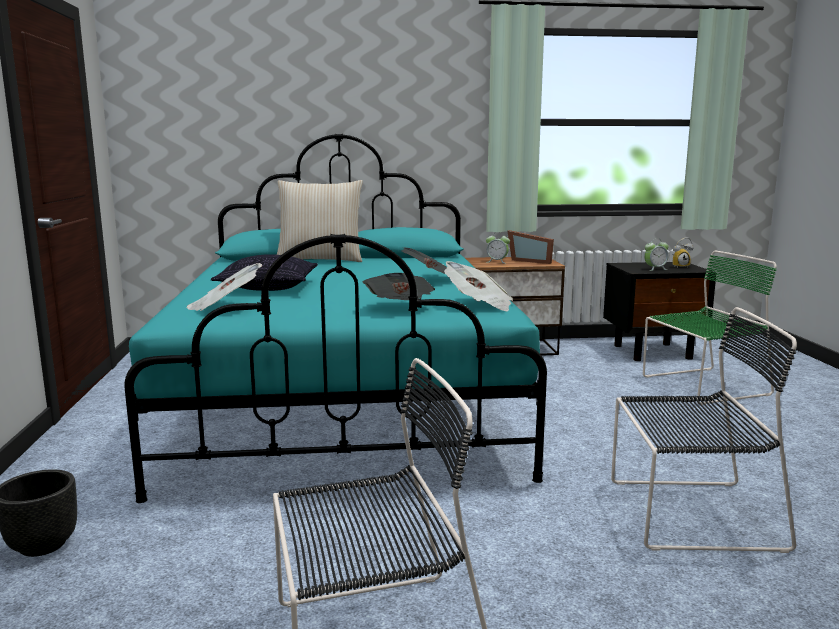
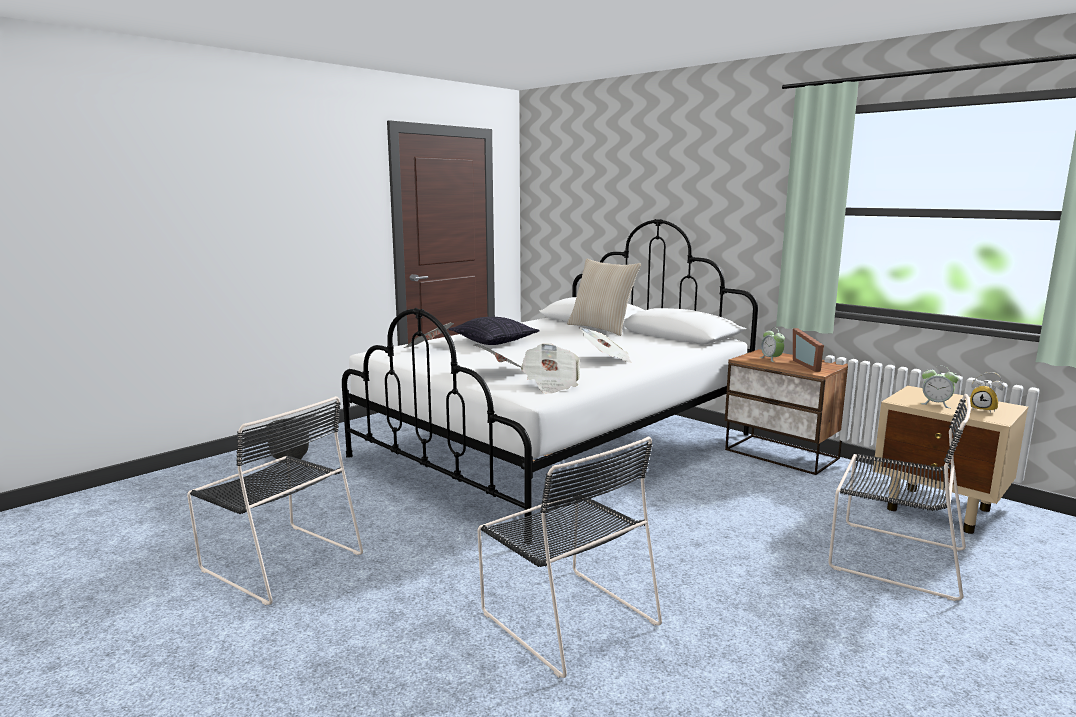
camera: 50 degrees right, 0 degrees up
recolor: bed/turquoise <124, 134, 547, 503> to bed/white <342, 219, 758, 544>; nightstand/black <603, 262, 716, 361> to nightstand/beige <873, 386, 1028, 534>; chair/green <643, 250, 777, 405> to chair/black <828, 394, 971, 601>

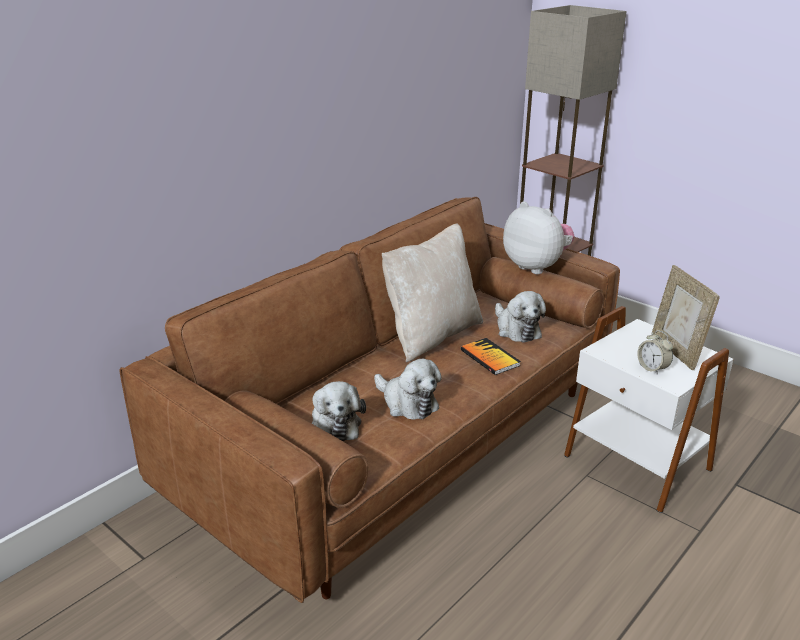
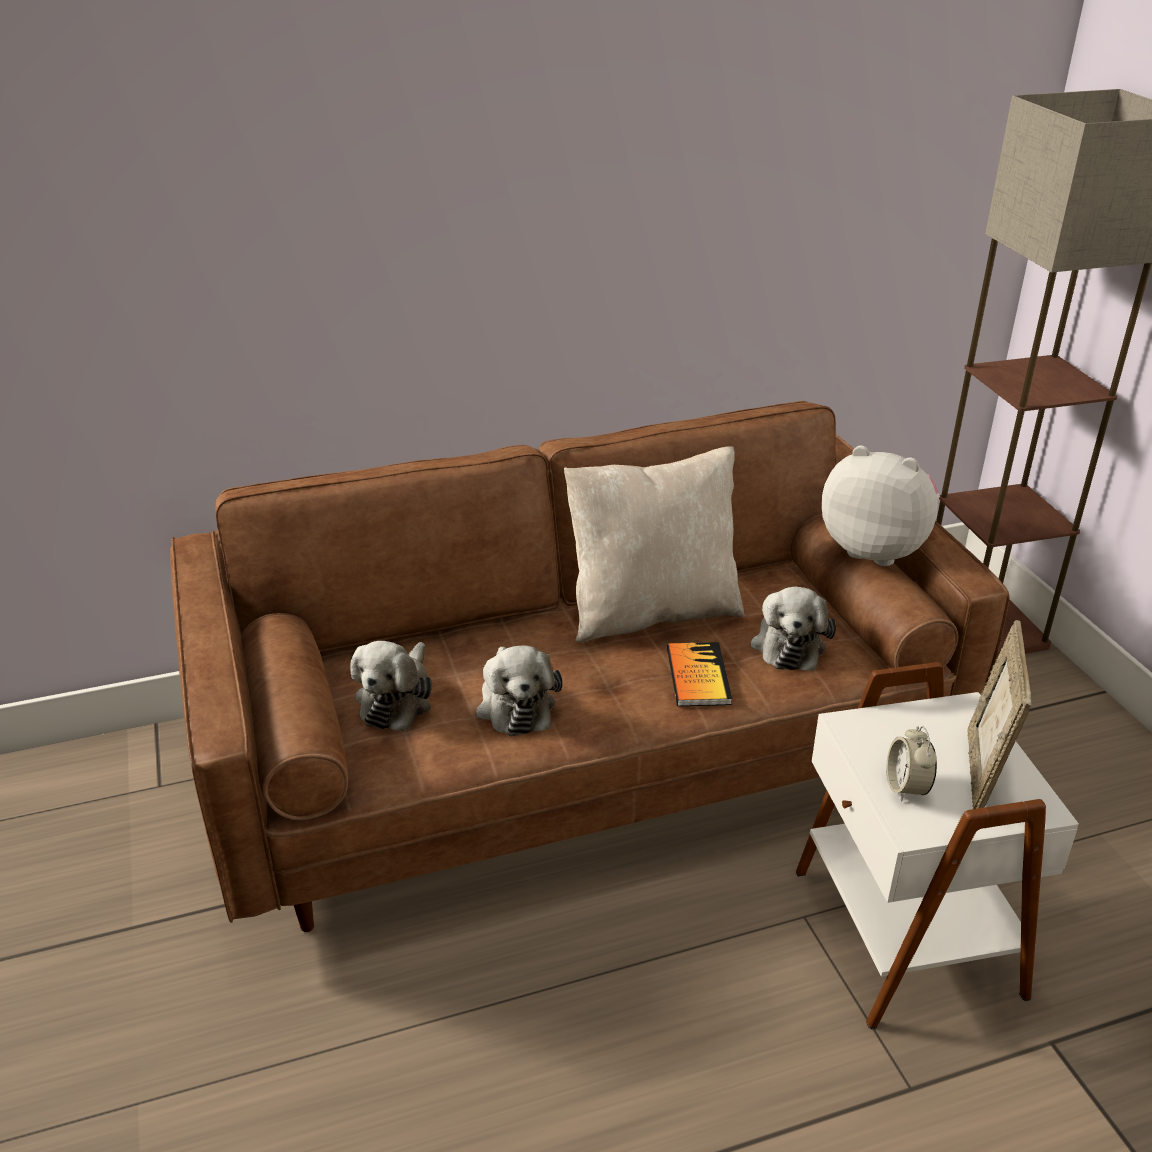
camera: 30 degrees right, 5 degrees up
rotate: plush toy <503, 201, 575, 274> = <822, 445, 940, 566> 45 degrees counterclockwise

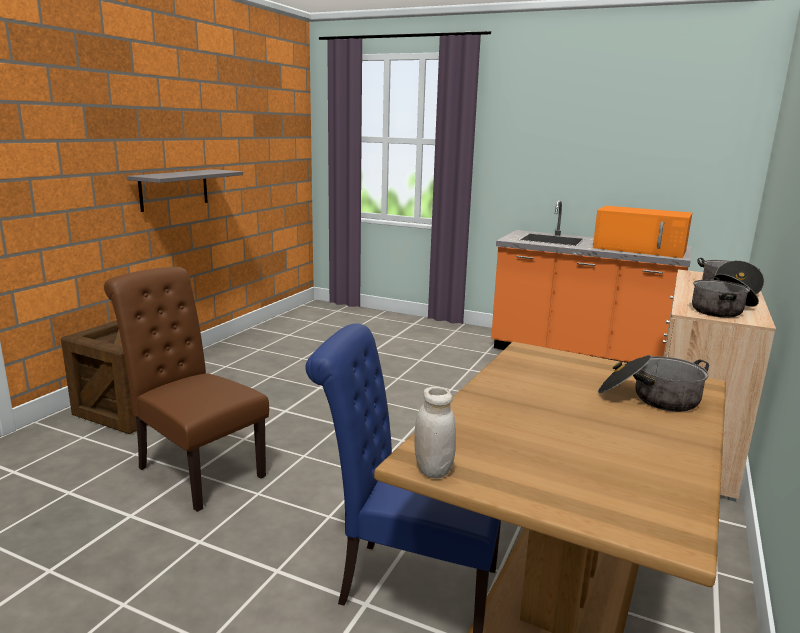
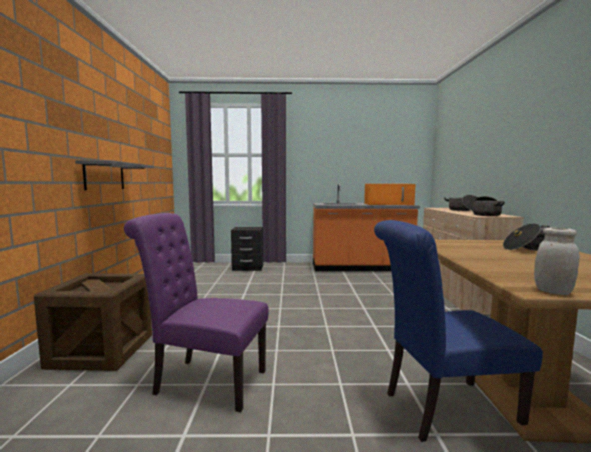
camera: 25 degrees left, 10 degrees down
insert: nightstand/black <231, 227, 263, 271>
recolor: chair/brown <104, 267, 269, 512> to chair/purple <124, 213, 269, 412>

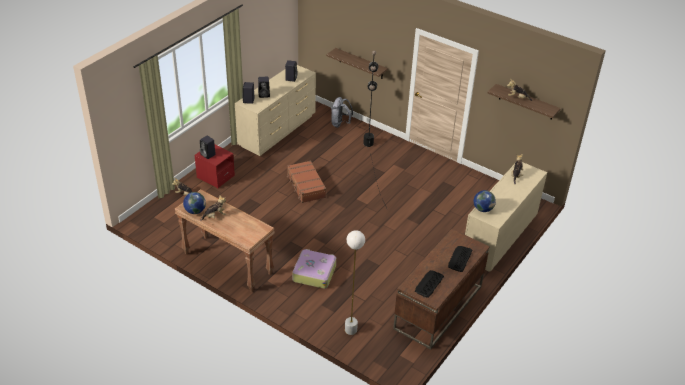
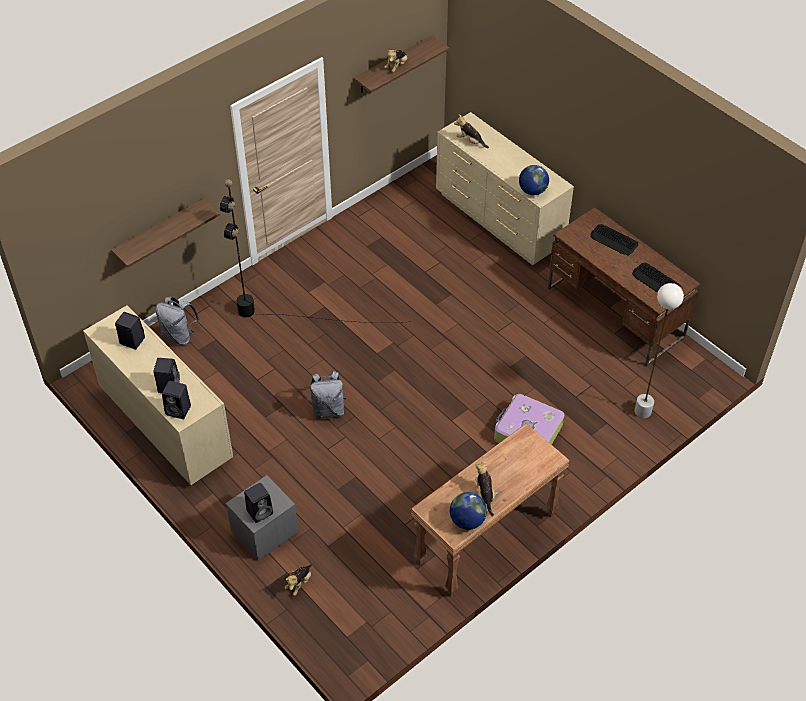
camera: 75 degrees left, 10 degrees up
replace: suitcase/brown <287, 160, 326, 203> to backpack/grey <309, 371, 346, 419>
recolor: nightstand/red <194, 145, 235, 188> to nightstand/grey <226, 475, 298, 560>

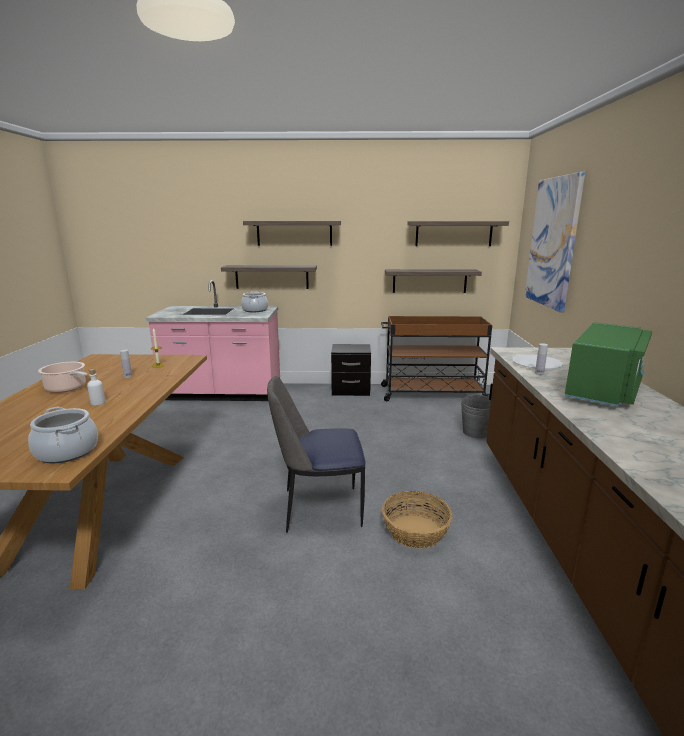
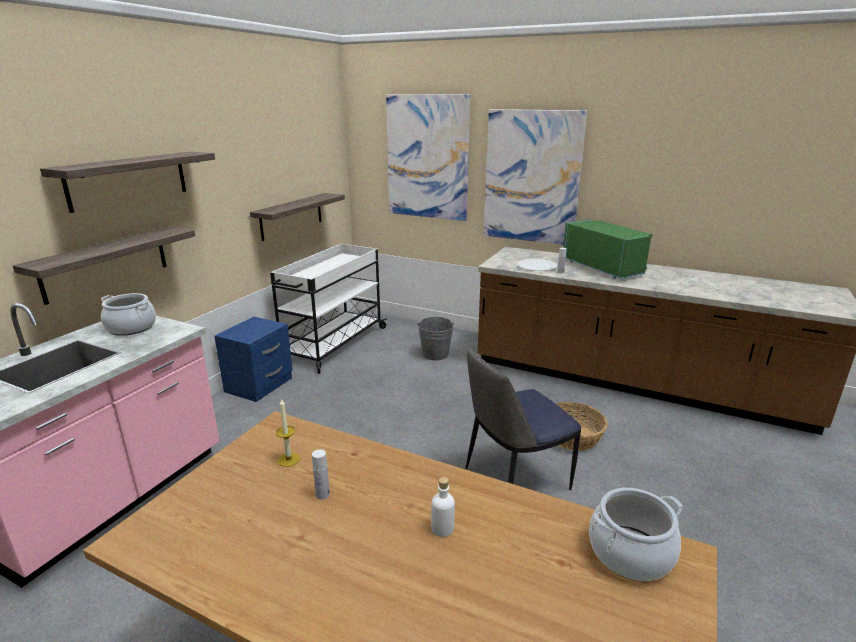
camera: 65 degrees left, 5 degrees up
delete: cooking pot <38, 362, 88, 393>; shelf <407, 221, 509, 246>
insert: picture <484, 109, 588, 245>
recolor: nightstand/black <331, 344, 371, 396> to nightstand/blue <214, 317, 293, 402>; cart/brown <381, 316, 492, 401> to cart/white <270, 244, 387, 374>
rotate: chair <267, 376, 366, 533> = <466, 347, 581, 490> 45 degrees clockwise

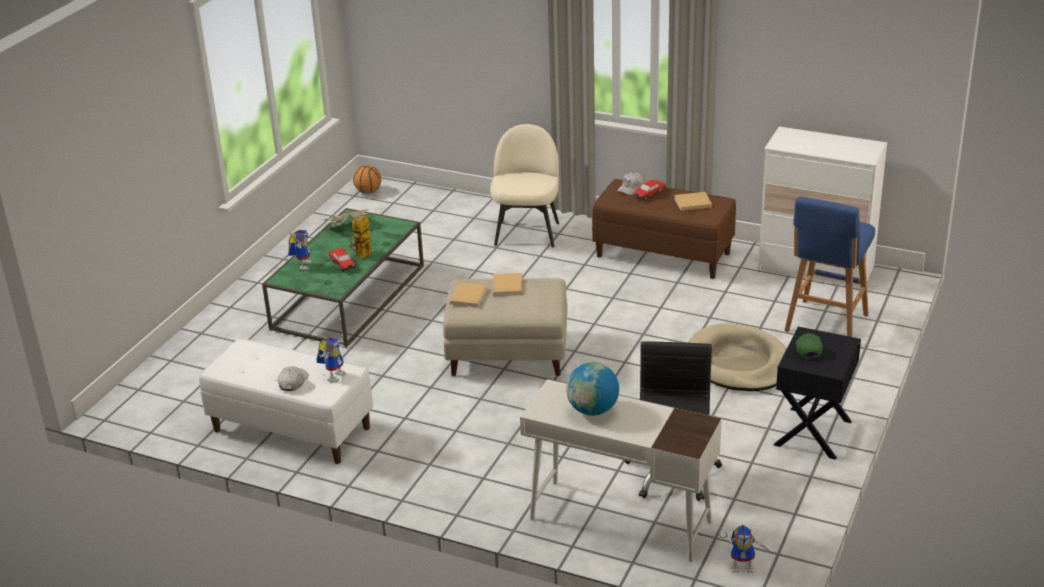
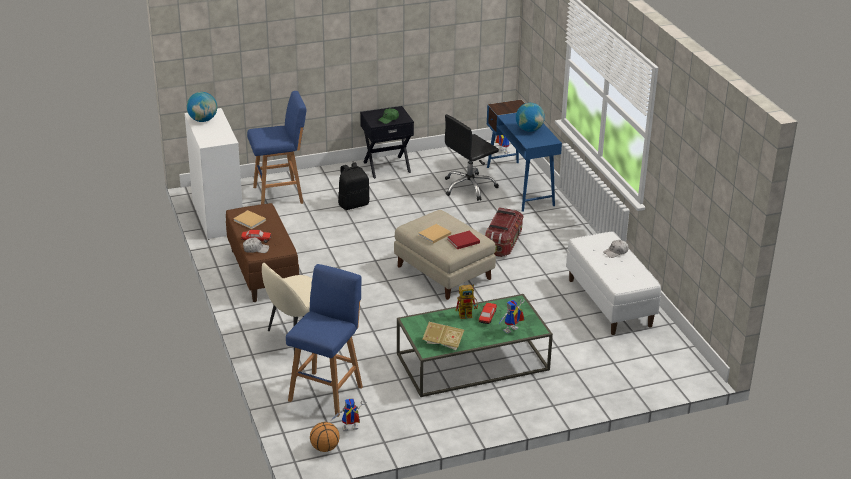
camera: 135 degrees left, 0 degrees up
insert: globe <187, 92, 217, 122>; stool/blue <286, 264, 363, 417>; storage box <485, 207, 524, 257>
move: toy robot <317, 337, 347, 383> to <332, 399, 367, 431>
replace: dog bed/beige <688, 323, 787, 391> to backpack/black <338, 163, 369, 210>
recolor: book/beige <450, 282, 488, 308> to book/red <447, 231, 480, 249>; desk/white <520, 379, 722, 562> to desk/blue <487, 99, 562, 212>

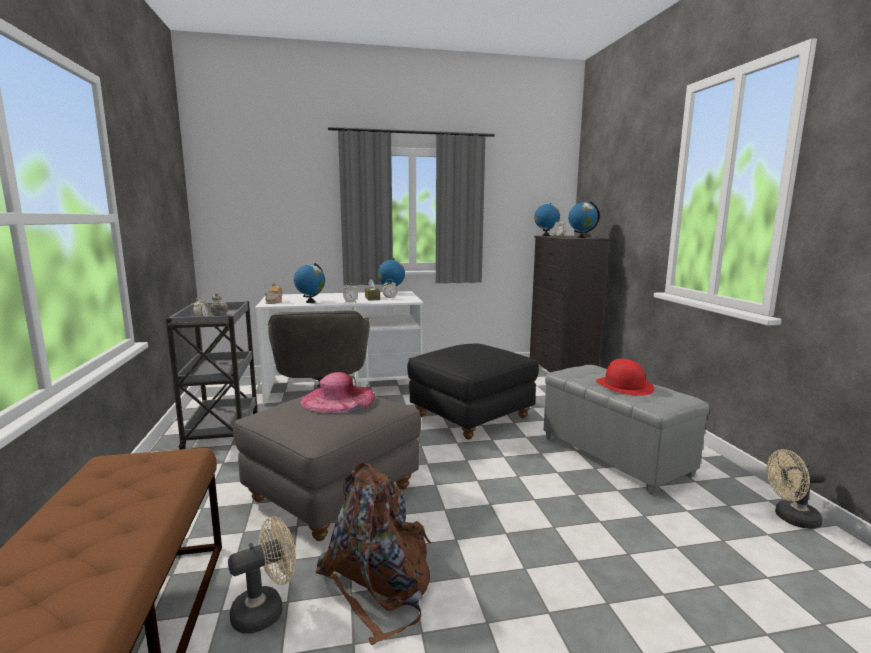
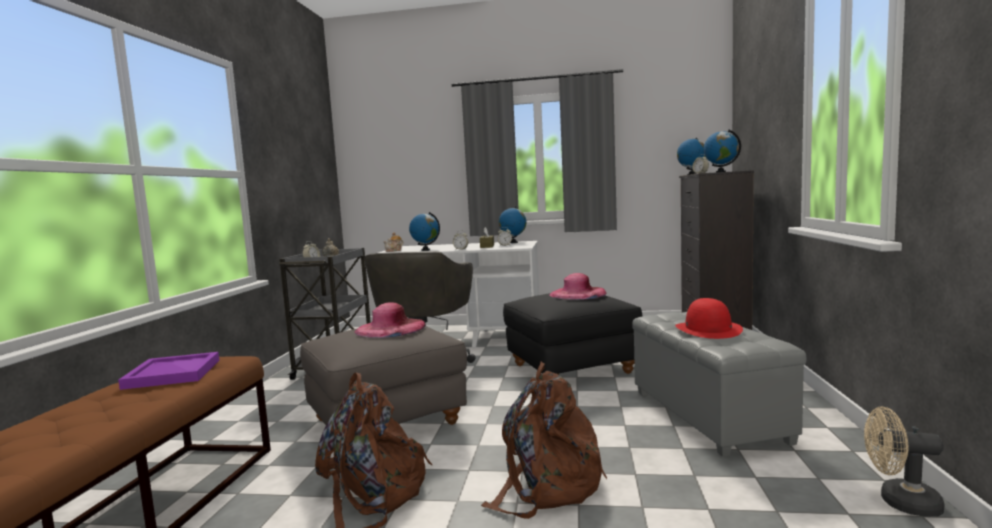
camera: 20 degrees right, 5 degrees down
delete: fan/beige <228, 516, 296, 634>
insert: tray/purple <118, 352, 219, 390>; backpack/brown <481, 362, 607, 519>; hat/pink <549, 273, 606, 300>

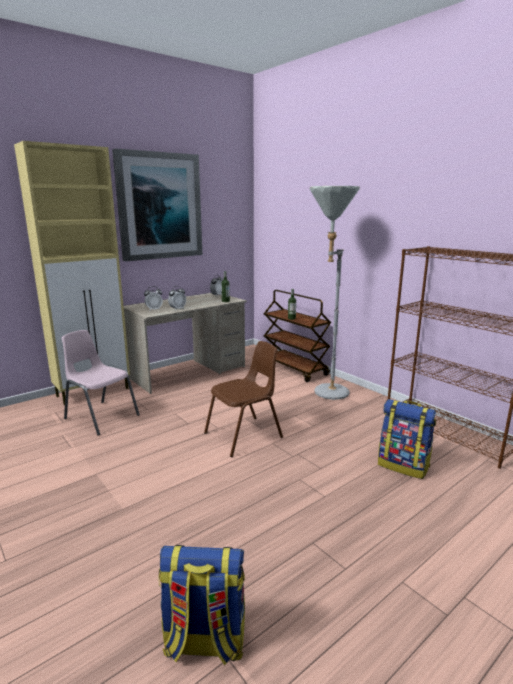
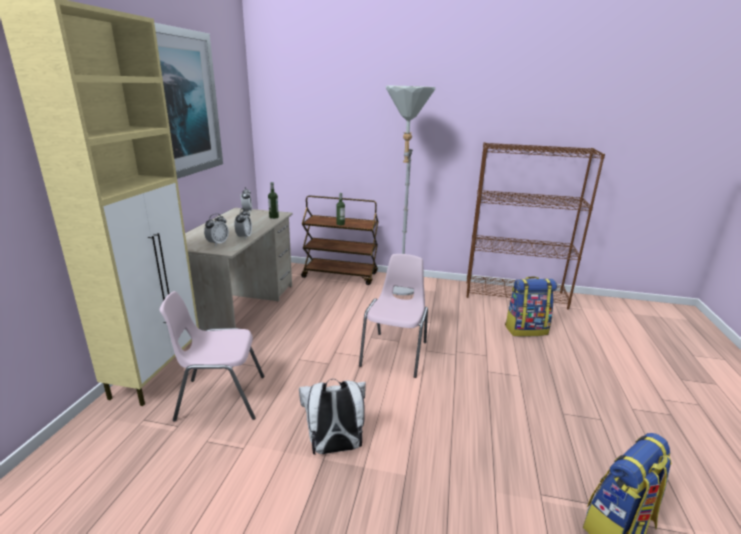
camera: 40 degrees left, 5 degrees up
insert: backpack/white <299, 379, 366, 455>
recolor: chair/brown <204, 341, 283, 457> to chair/pink <359, 254, 428, 378>

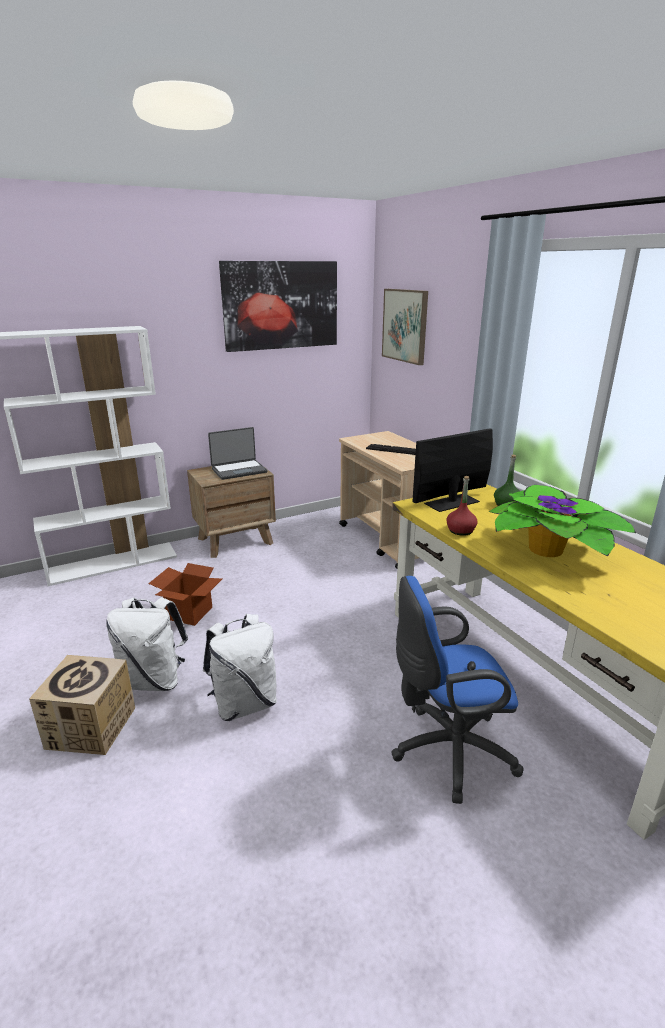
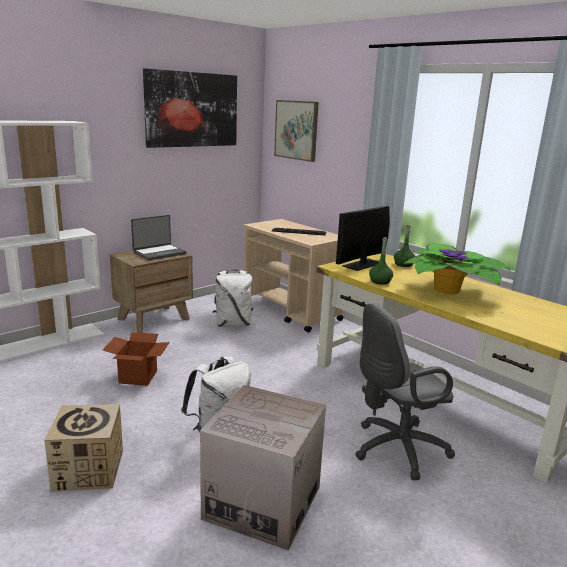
camera: 15 degrees left, 5 degrees down
insert: cardboard box <200, 385, 326, 550>
move: backpack/white <106, 598, 188, 691> to <213, 269, 253, 327>
recolor: office chair/blue <391, 576, 524, 804> to office chair/grey <355, 303, 455, 480>; bottle/red <447, 476, 478, 536> to bottle/green <369, 237, 393, 285>

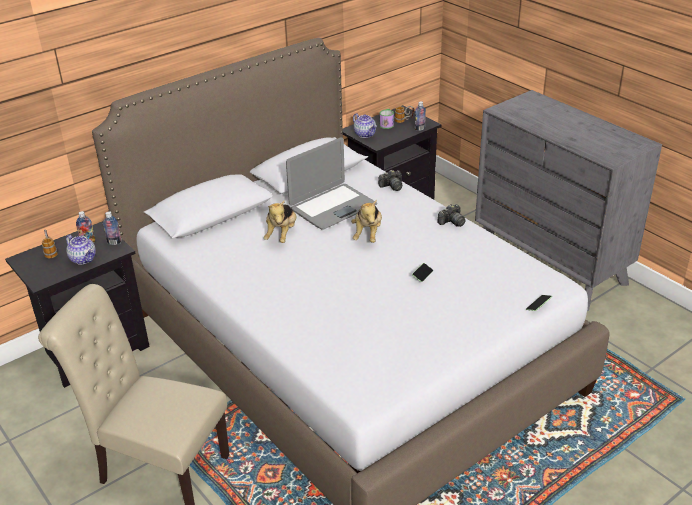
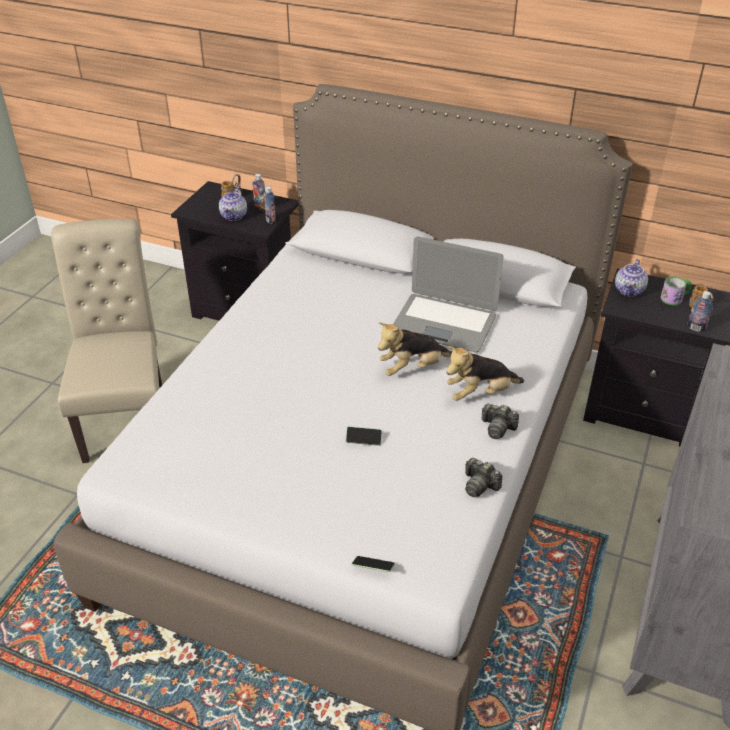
camera: 60 degrees right, 5 degrees up
move: plush toy <264, 200, 297, 243> to <446, 346, 524, 401>; photo camera <378, 169, 402, 191> to <465, 458, 502, 497>

